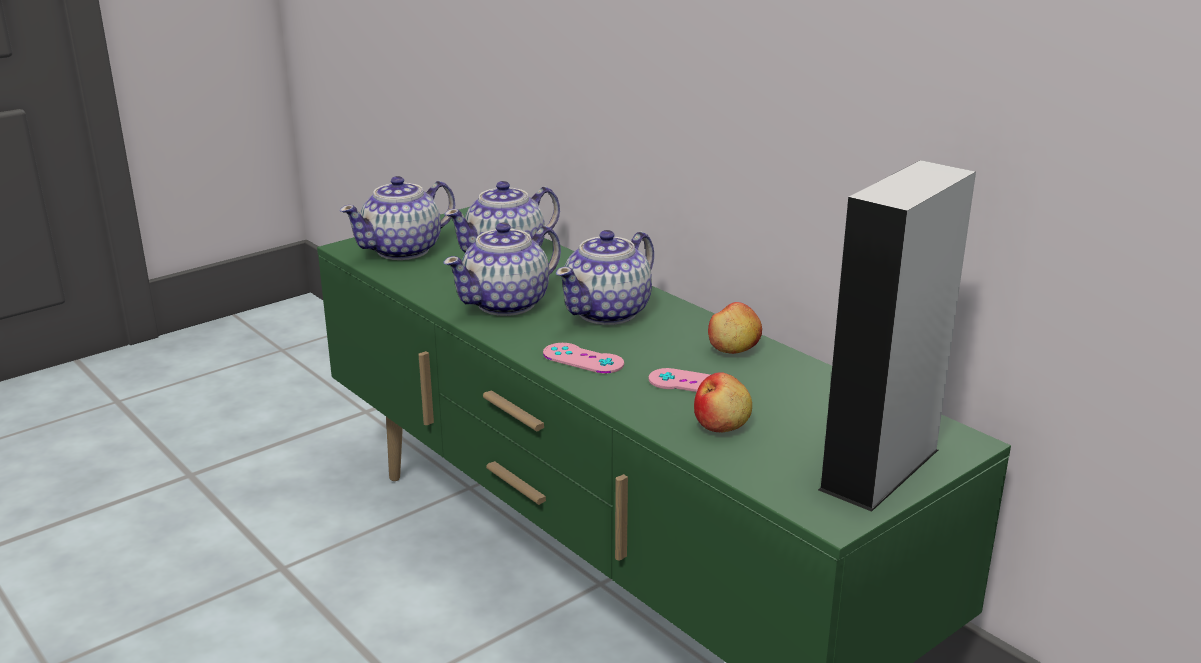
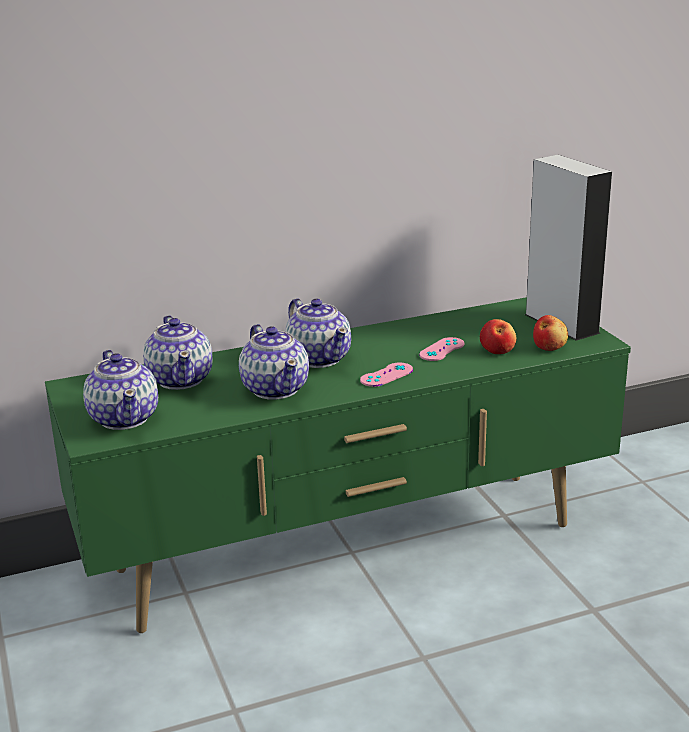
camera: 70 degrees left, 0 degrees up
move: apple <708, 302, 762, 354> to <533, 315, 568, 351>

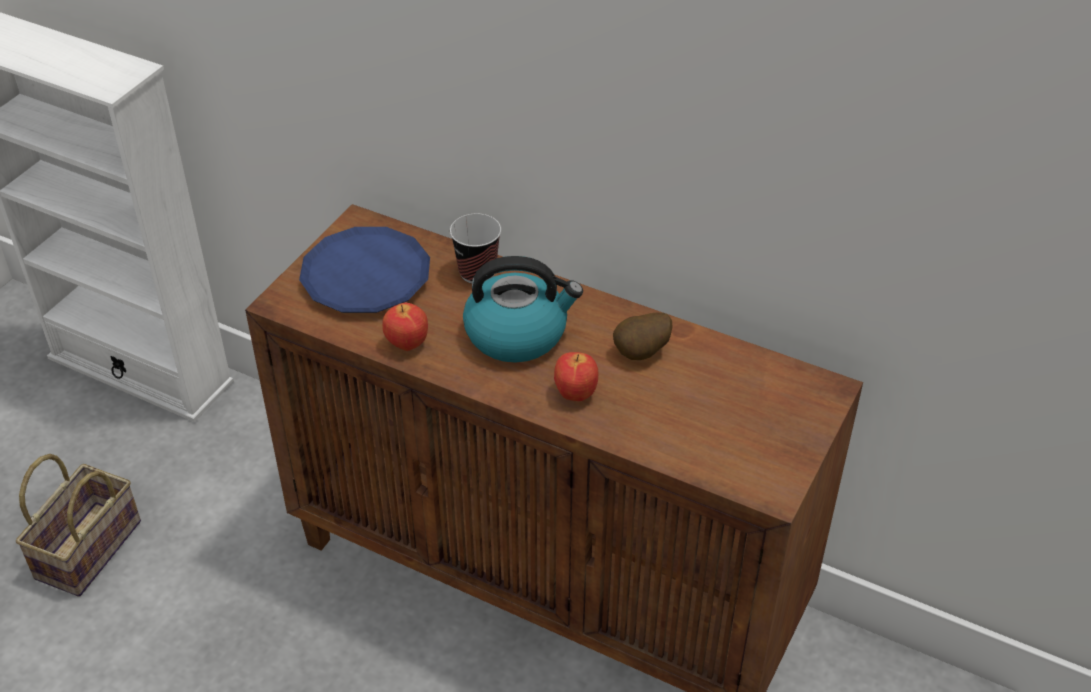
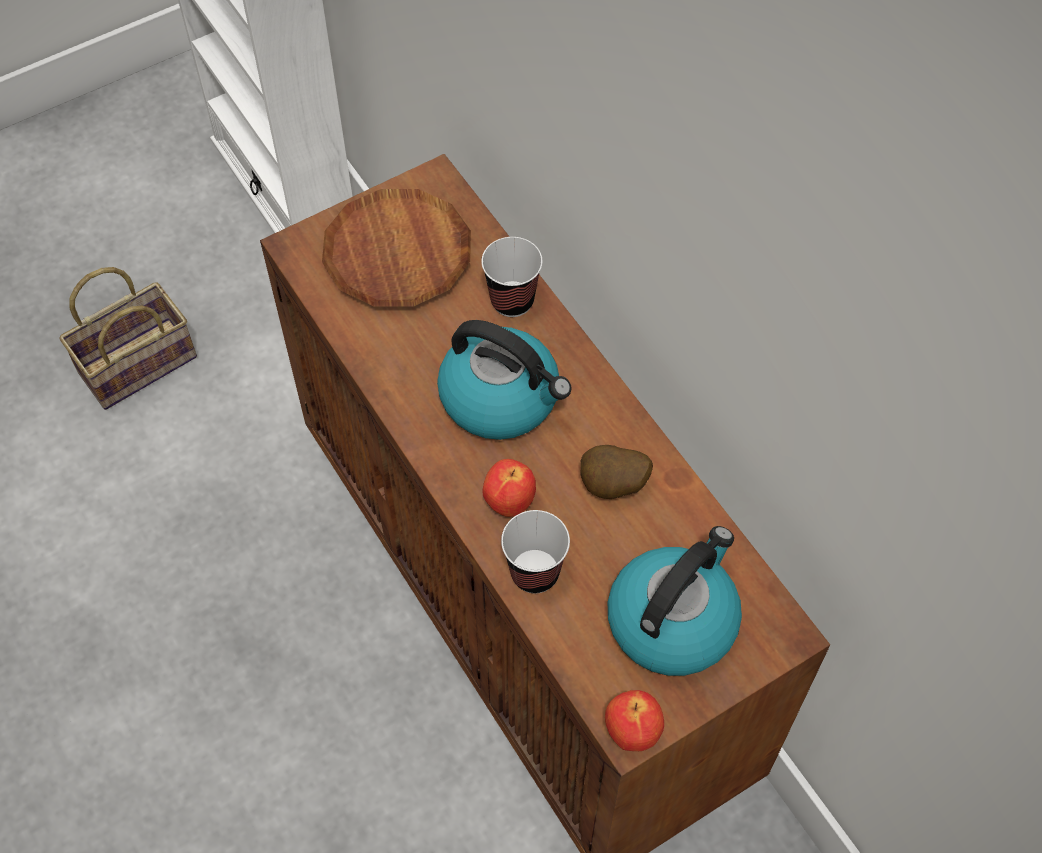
camera: 30 degrees right, 15 degrees up
insert: cup <501, 510, 570, 594>; kettle <608, 526, 742, 676>
move: apple <382, 303, 428, 351> to <605, 690, 664, 751>
recolor: plate/blue <299, 227, 430, 313> to plate/brown <322, 189, 471, 307>

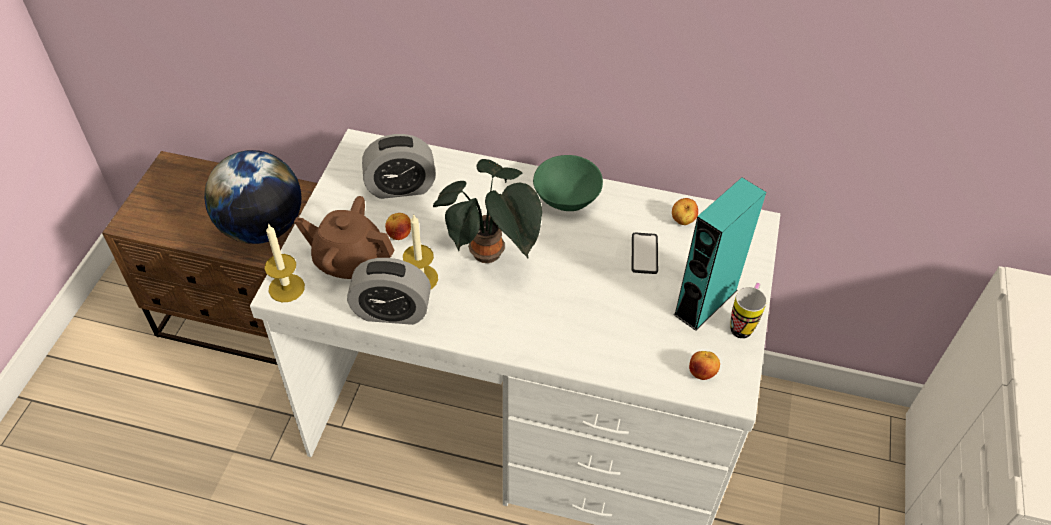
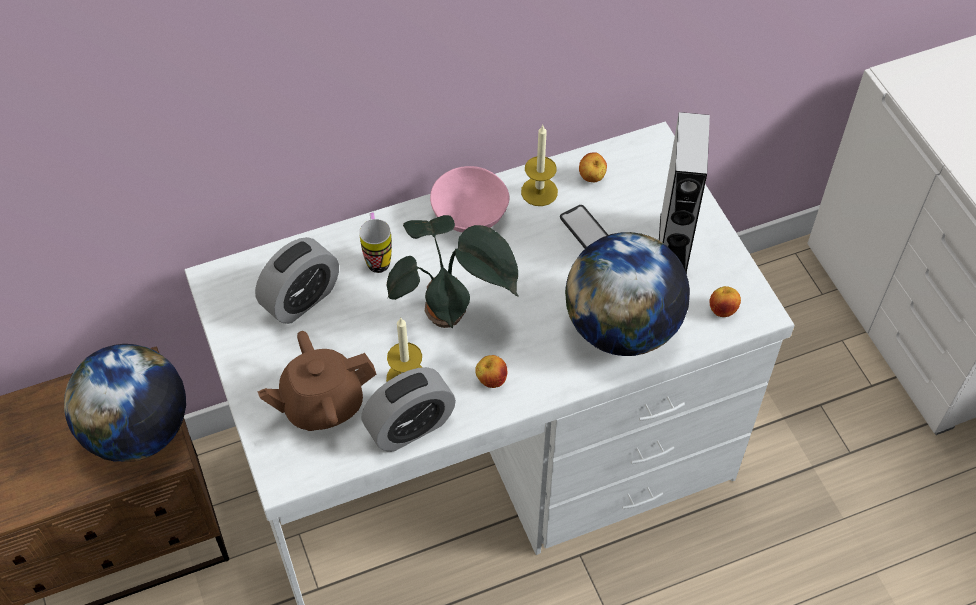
camera: 35 degrees left, 5 degrees up
insert: globe <565, 232, 690, 356>
move: candle <265, 224, 305, 302> to <521, 125, 558, 206>; apple <385, 213, 411, 240> to <475, 355, 507, 388>; mug <730, 283, 767, 339> to <359, 212, 392, 273>
recolor: bowl/green <533, 155, 603, 211> to bowl/pink <430, 166, 510, 232>; speaker/turquoise <673, 178, 766, 331> to speaker/grey <659, 112, 710, 274>

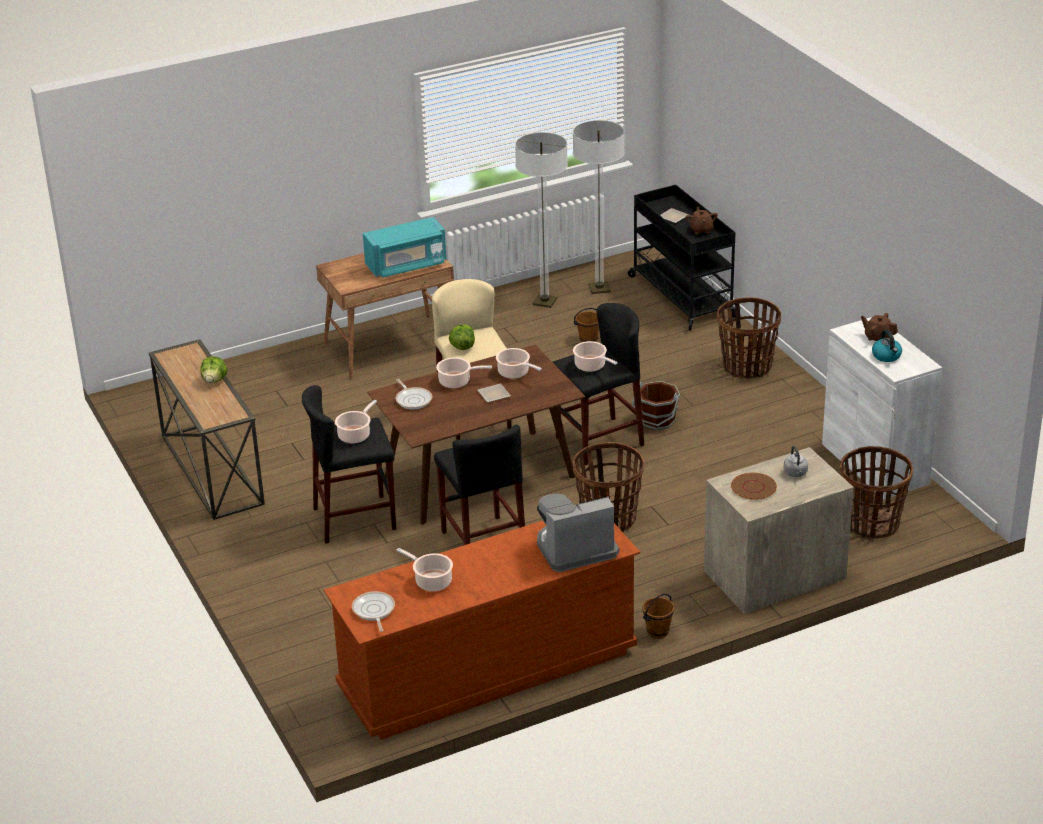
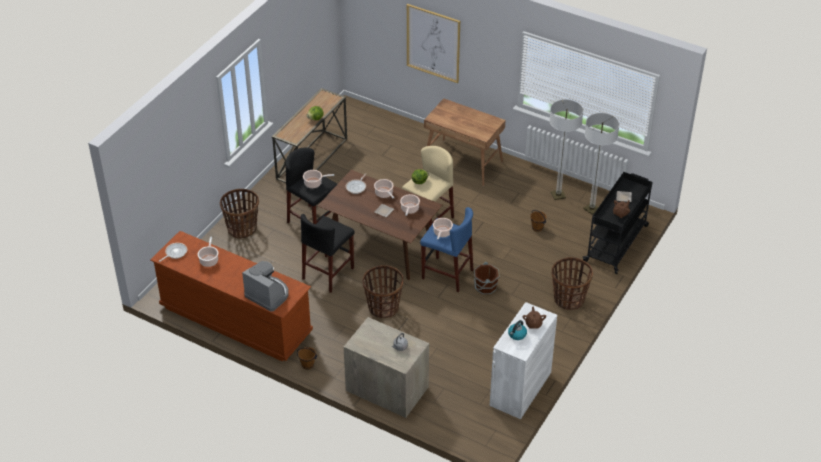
camera: 55 degrees right, 10 degrees up
delete: microwave/turquoise <363, 217, 446, 278>; plate/brown <731, 473, 777, 500>
insert: picture <407, 4, 460, 83>
move: basket <840, 446, 913, 539> to <219, 189, 259, 239>
recolor: stool/black <553, 303, 644, 466> to stool/blue <420, 207, 473, 292>

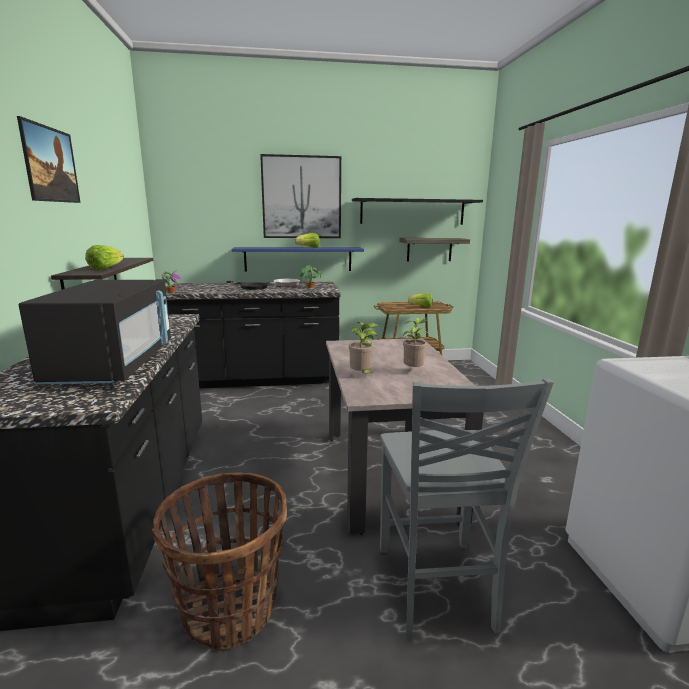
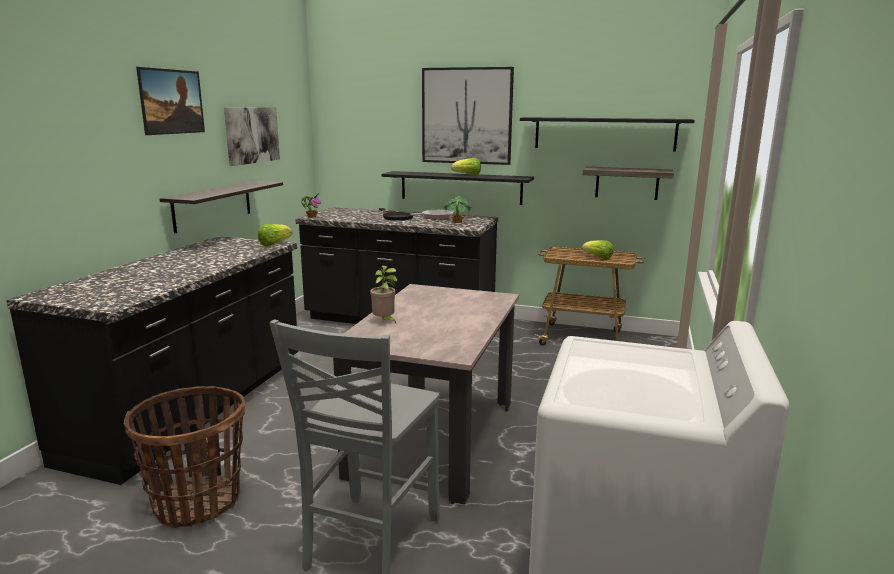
camera: 25 degrees right, 0 degrees up
delete: microwave/black <19, 279, 171, 387>; potted plant <403, 318, 428, 367>
insert: picture <224, 107, 280, 166>
move: lettuce <85, 245, 124, 270> to <258, 224, 292, 246>
recolor: shelf/blue <231, 247, 364, 272> to shelf/black <382, 171, 534, 205>

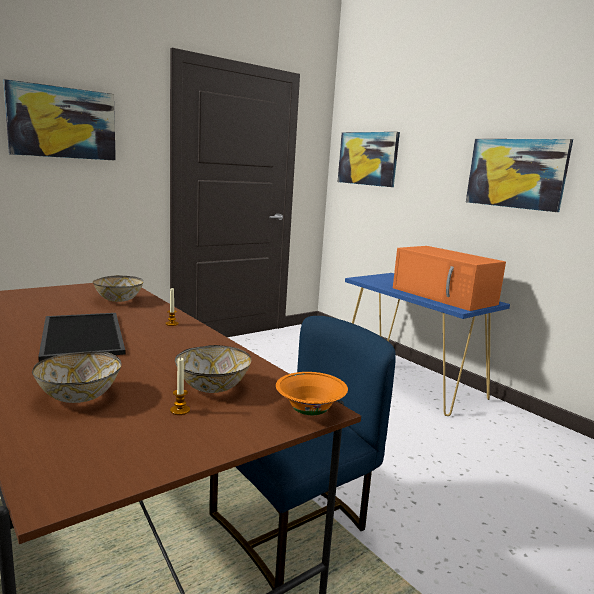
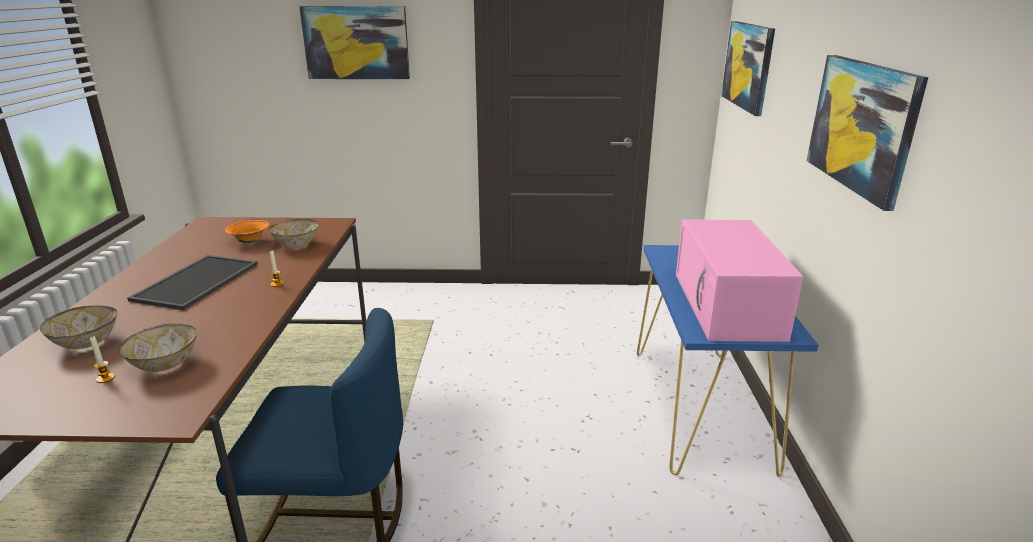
camera: 40 degrees right, 10 degrees up
move: bowl/orange <276, 372, 348, 415> to <225, 220, 269, 243>
recolor: microwave/orange <393, 246, 506, 311> to microwave/pink <676, 219, 803, 342>

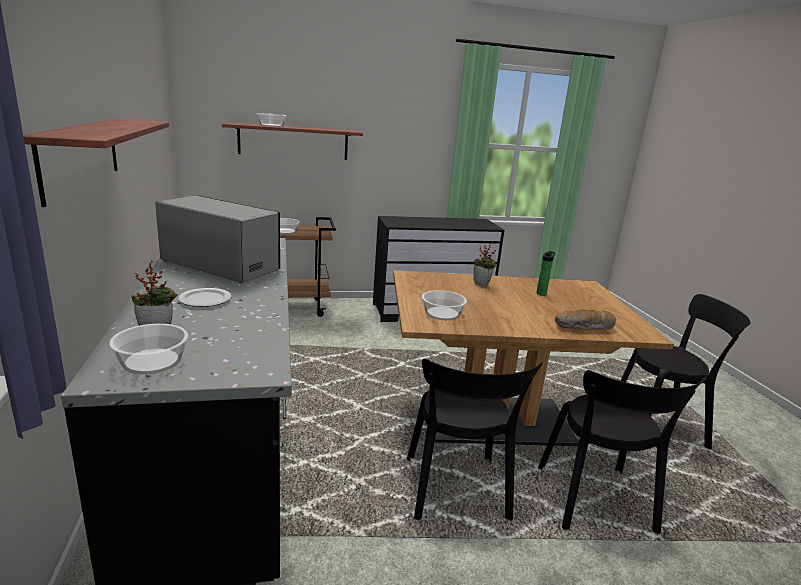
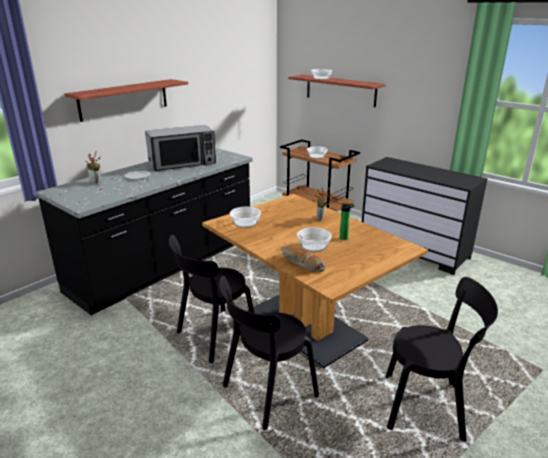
camera: 55 degrees right, 5 degrees up
move: bowl <109, 324, 188, 375> to <297, 227, 332, 252>
rotate: microwave <155, 195, 280, 283> = <145, 125, 216, 171> 75 degrees clockwise; chair/black <621, 294, 750, 449> = <386, 277, 498, 442> 45 degrees counterclockwise

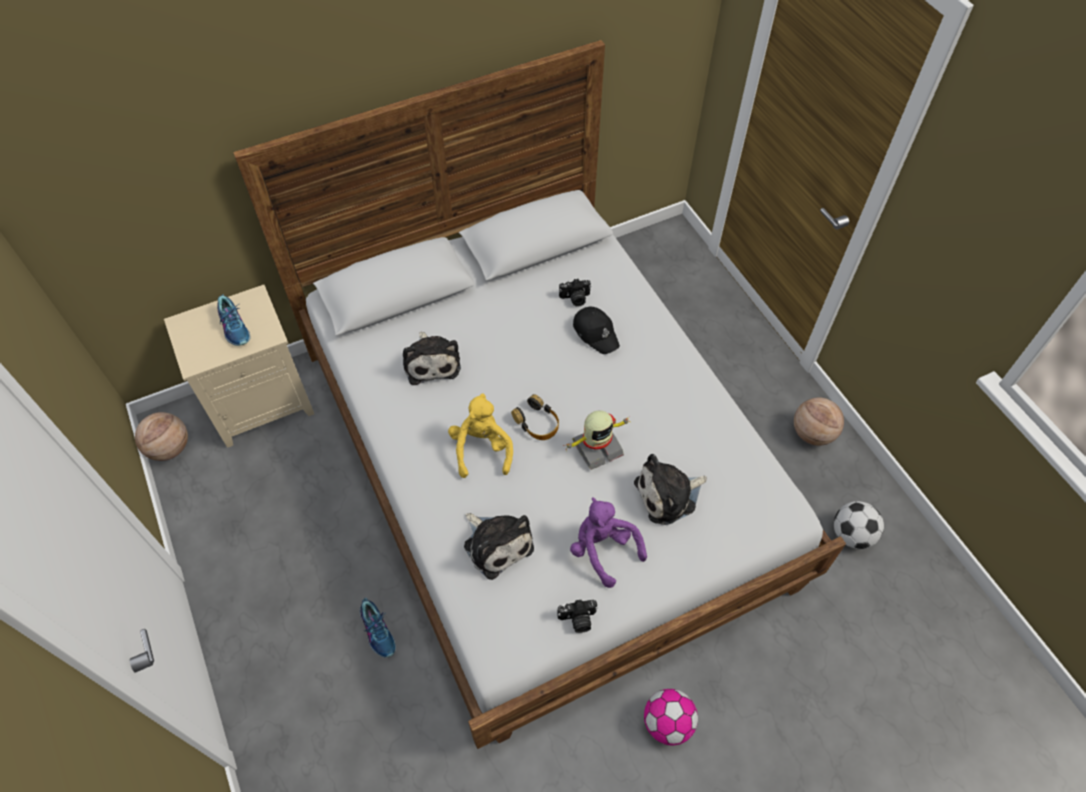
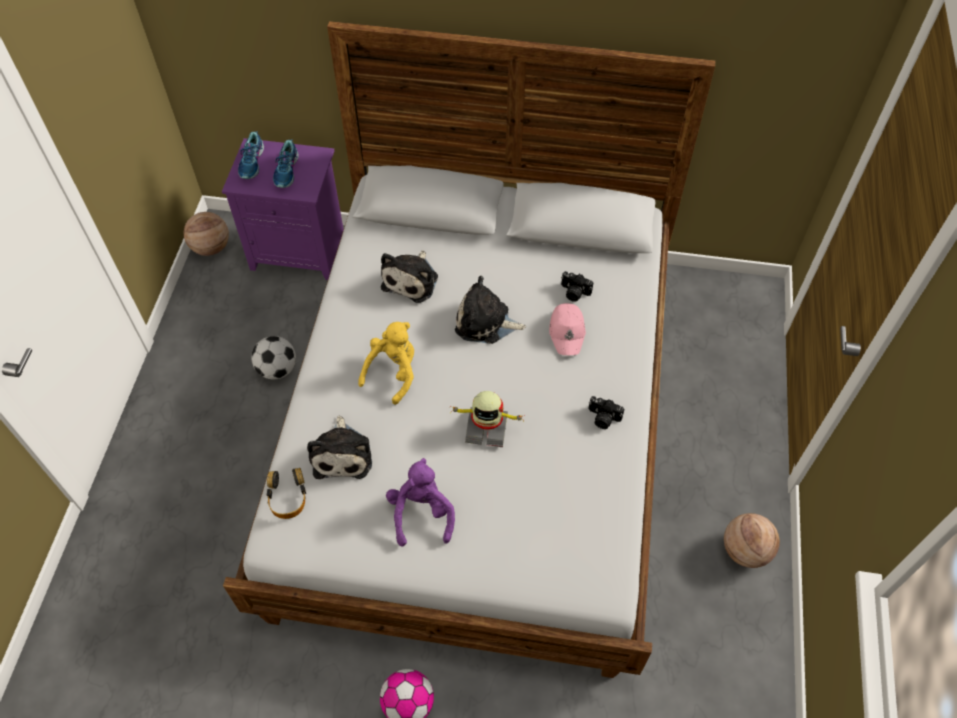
camera: 35 degrees right, 0 degrees up
move: shoe <360, 598, 396, 657> to <238, 131, 264, 179>; headphones <511, 394, 559, 440> to <267, 468, 306, 519>; photo camera <557, 600, 598, 633> to <588, 396, 624, 429>; plush toy <634, 454, 707, 525> to <455, 276, 526, 344>; football <834, 501, 884, 549> to <251, 336, 296, 380>
recolor: nightstand/beige <164, 285, 314, 448> to nightstand/purple <222, 138, 344, 280>; cap/black <573, 307, 620, 354> to cap/pink <549, 303, 586, 355>

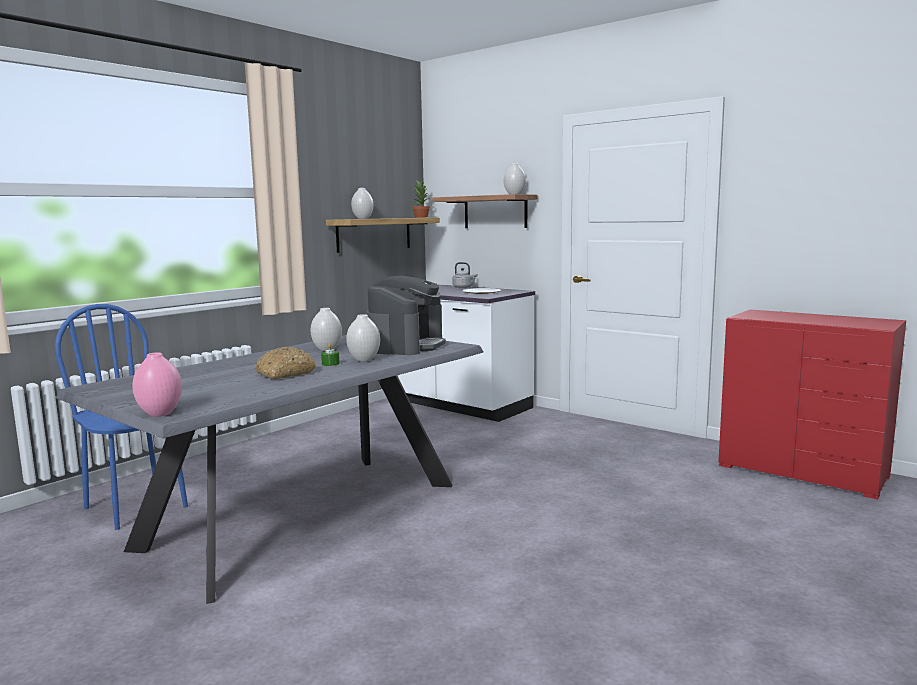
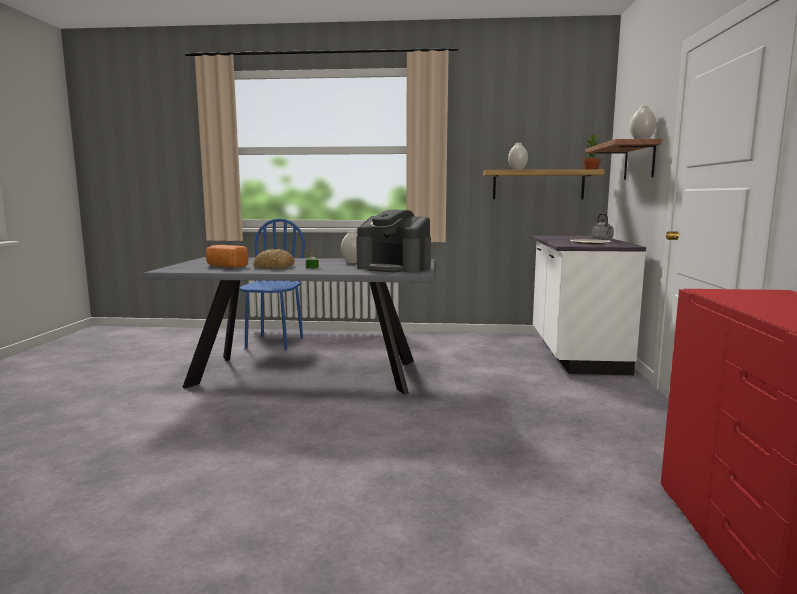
camera: 55 degrees right, 0 degrees up
delete: vase/pink <133, 352, 182, 417>; vase/white <346, 314, 380, 362>
insert: bread <206, 245, 248, 267>
rotate: coffee machine <367, 275, 446, 355> = <356, 209, 431, 273> 45 degrees clockwise

